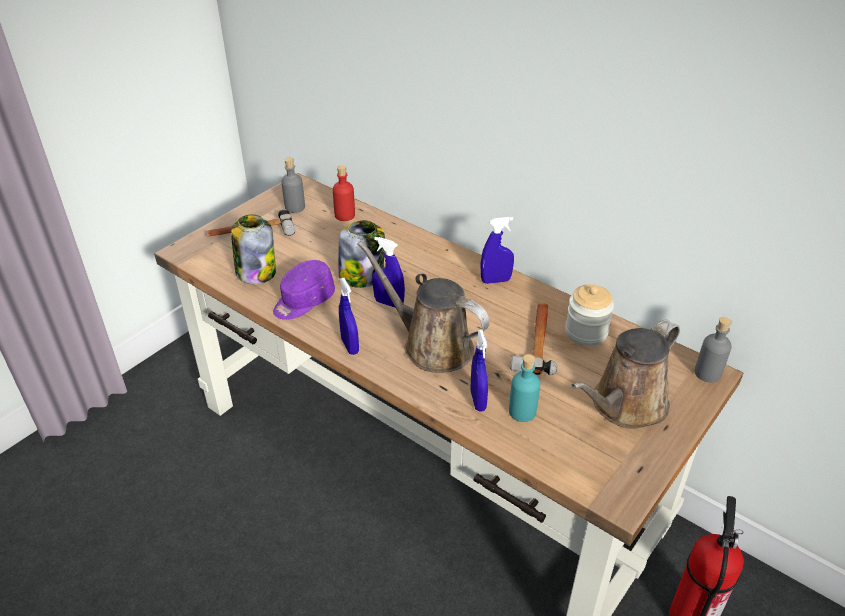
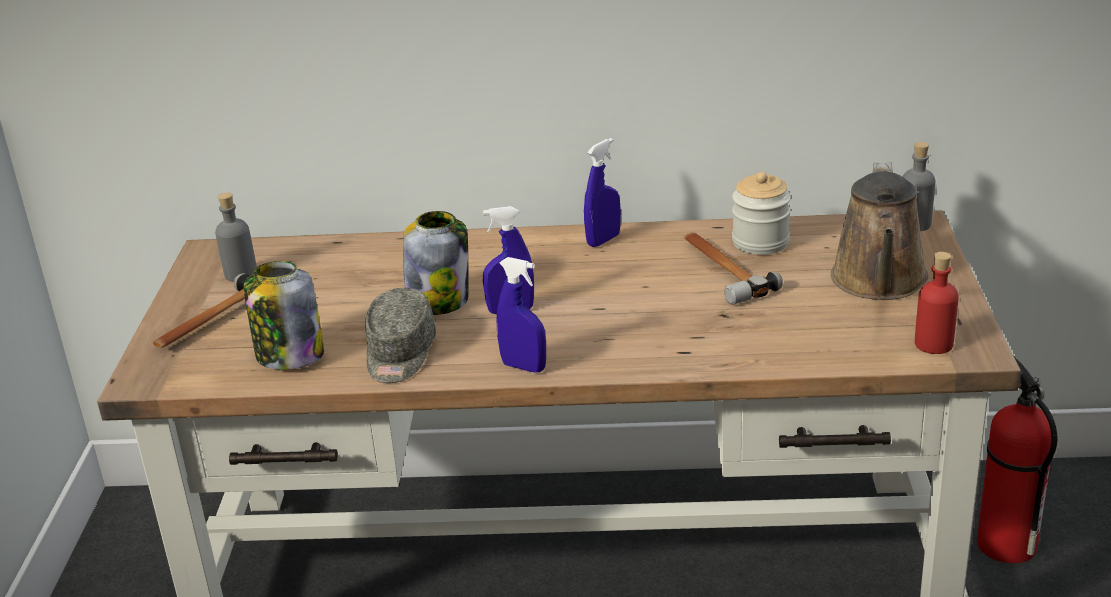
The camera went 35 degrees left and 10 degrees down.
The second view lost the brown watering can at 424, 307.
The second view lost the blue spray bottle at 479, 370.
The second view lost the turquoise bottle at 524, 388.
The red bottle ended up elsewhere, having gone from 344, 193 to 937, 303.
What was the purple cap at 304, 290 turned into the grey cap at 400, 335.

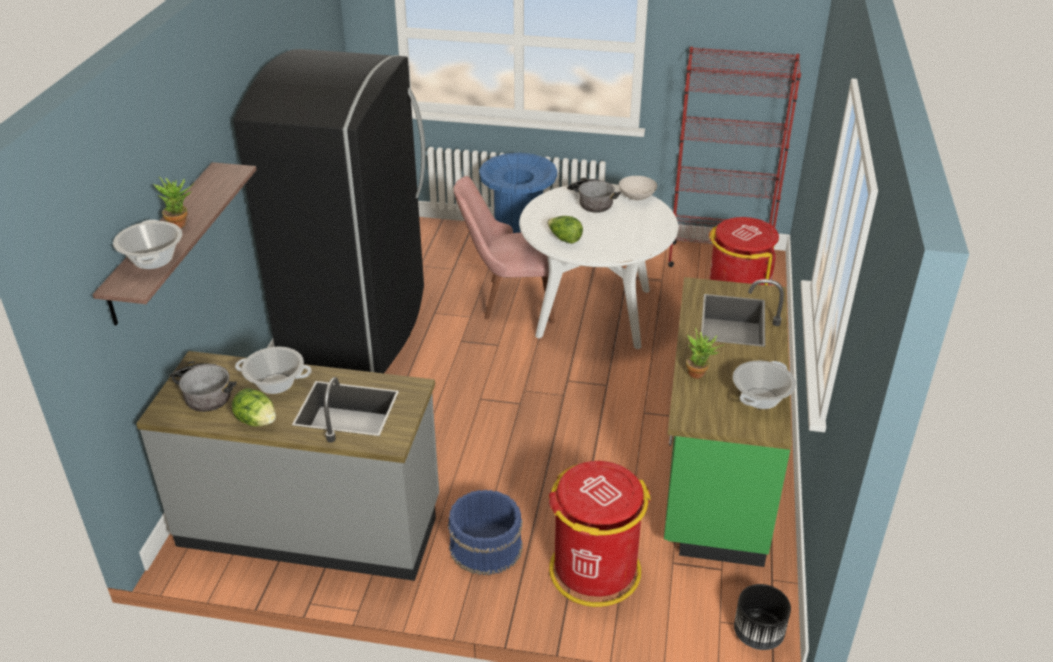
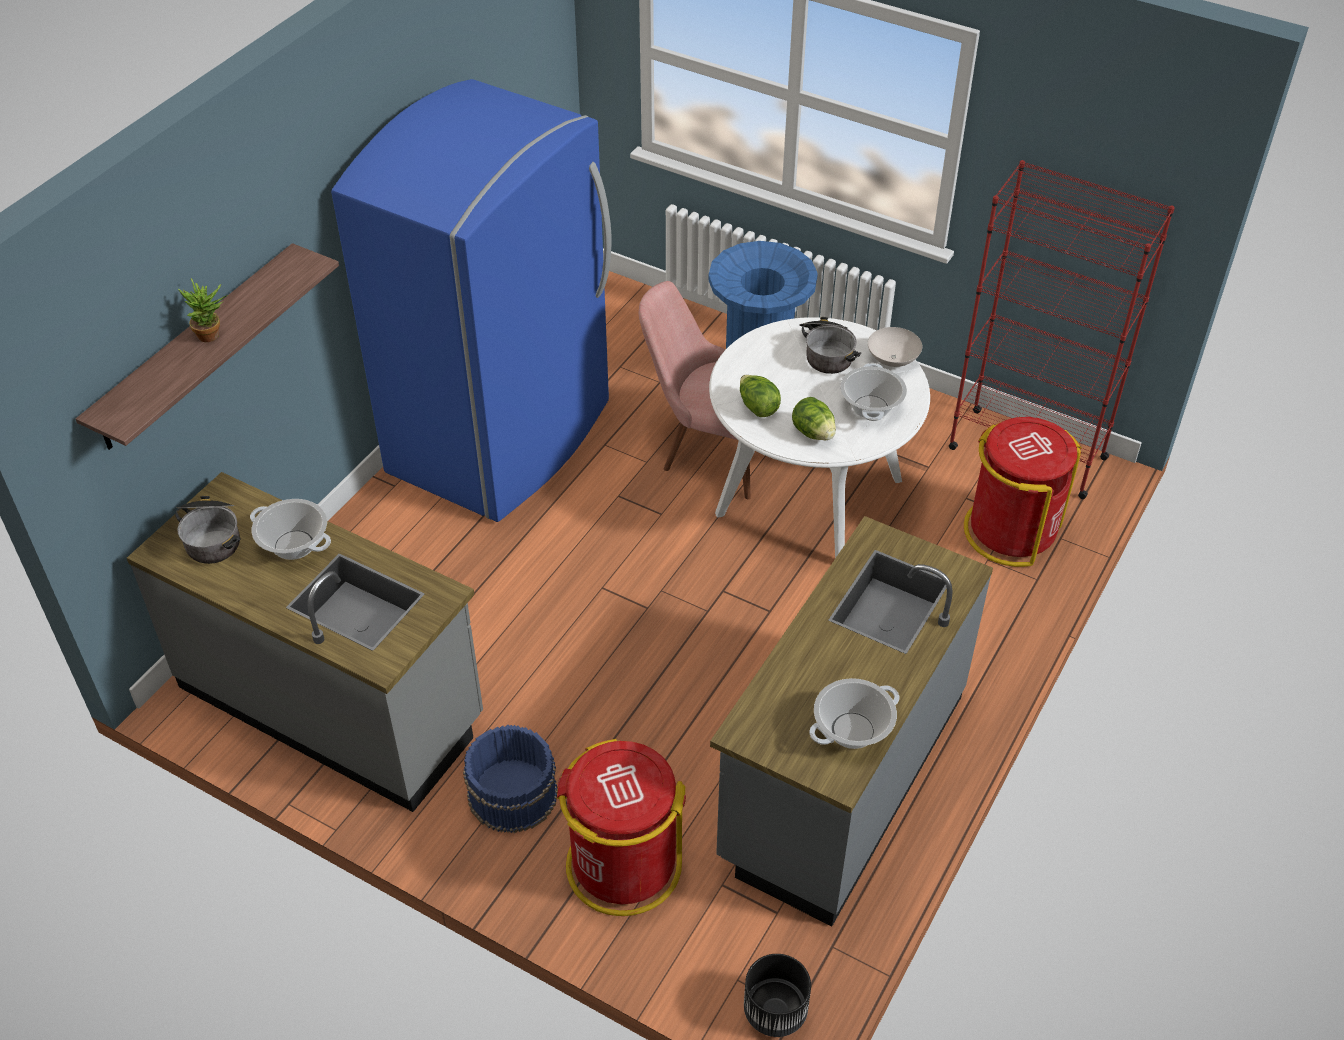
The camera went 20 degrees right and 10 degrees up.
The second view lost the potted plant at 704, 353.
The cooking pot ended up elsewhere, having gone from 147, 244 to 873, 392.
The lettuce ended up elsewhere, having gone from 254, 407 to 814, 418.
What was the black fridge at 330, 211 turned into the blue fridge at 471, 300.
What was the green counter at 728, 422 turned into the grey counter at 851, 721.

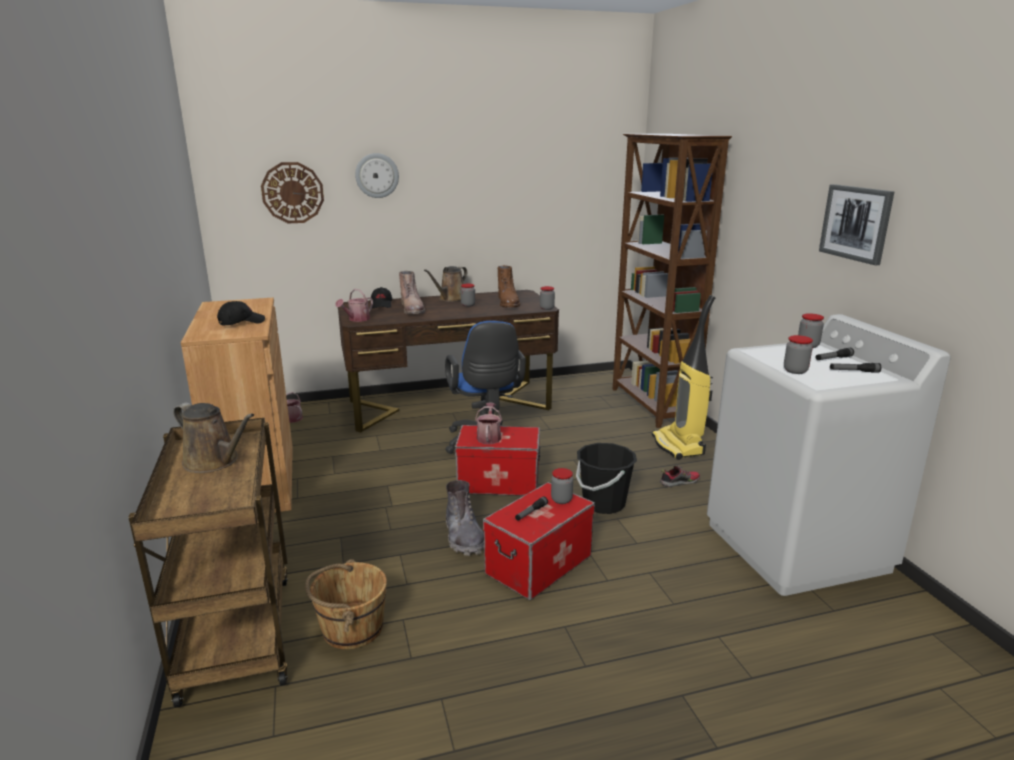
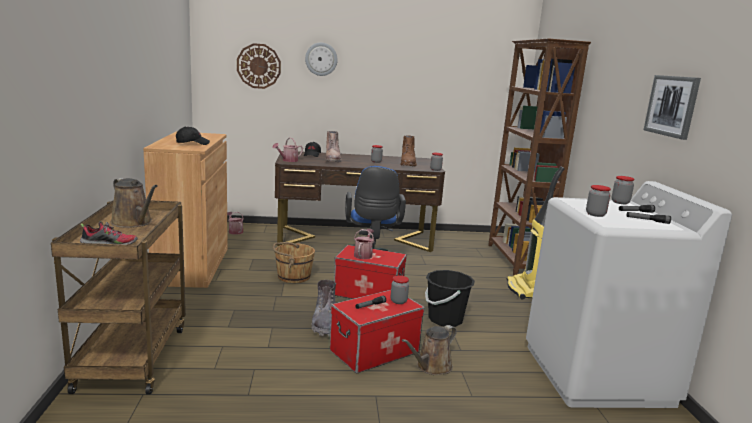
The camera went 10 degrees right and 5 degrees down.
The brown bucket ended up elsewhere, having gone from 346, 604 to 294, 262.
The brown watering can ended up elsewhere, having gone from 446, 284 to 429, 350.
The shoe ended up elsewhere, having gone from 680, 476 to 109, 233.

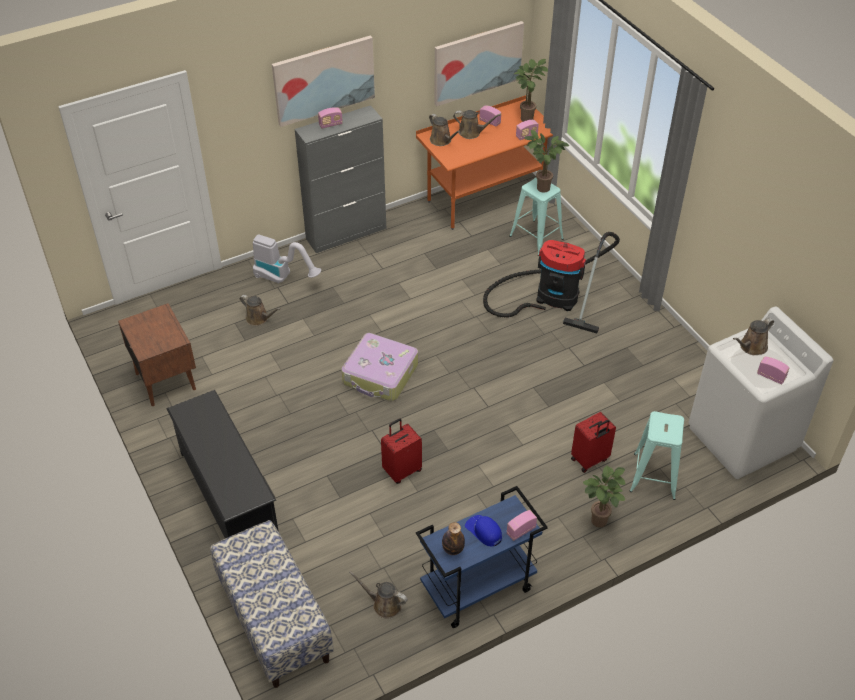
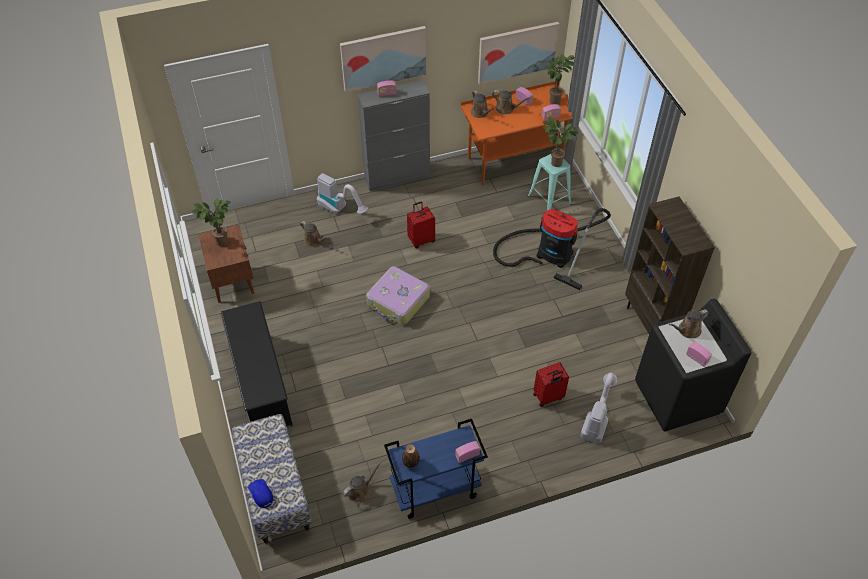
The camera went 10 degrees right and 5 degrees up.
The second view gained the brown bookcase at 670, 265.
The red suitcase ended up elsewhere, having gone from 401, 451 to 421, 224.
The blue cap ended up elsewhere, having gone from 483, 530 to 260, 493.
The potted plant ended up elsewhere, having gone from 604, 497 to 211, 222.
Where the turquoise stool stood at 657, 455, the vacuum cleaner came to stand at 598, 408.
What was the white washing machine at 761, 392 turned into the black washing machine at 693, 365.
The brown watering can at 378, 594 ended up facing another way, 105 degrees clockwise from before.

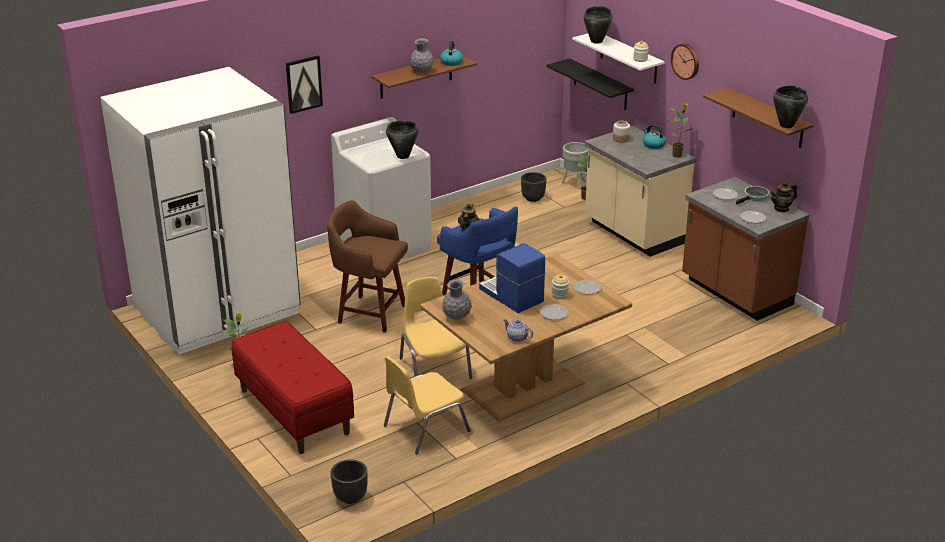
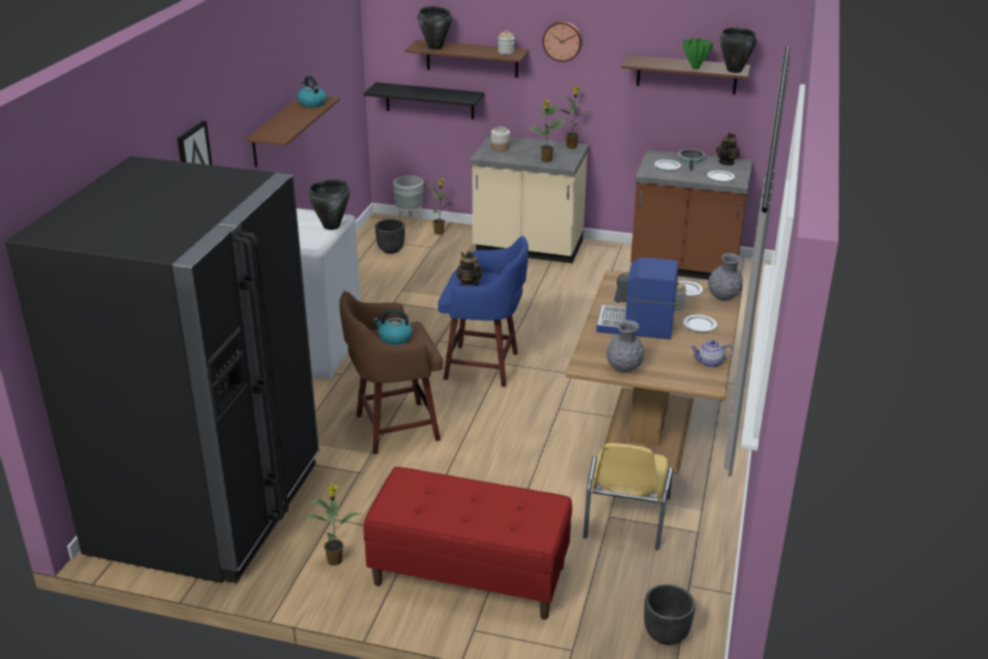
The camera went 40 degrees left and 0 degrees up.
The second view lost the yellow chair at 436, 328.
The second view gained the potted plant at 546, 131.
The second view gained the green vase at 698, 54.
The grey vase ended up elsewhere, having gone from 422, 55 to 725, 276.
The kettle ended up elsewhere, having gone from 654, 136 to 393, 327.
What was the white fridge at 200, 210 turned into the black fridge at 162, 369.
What was the white shelf at 618, 58 turned into the brown shelf at 467, 59.

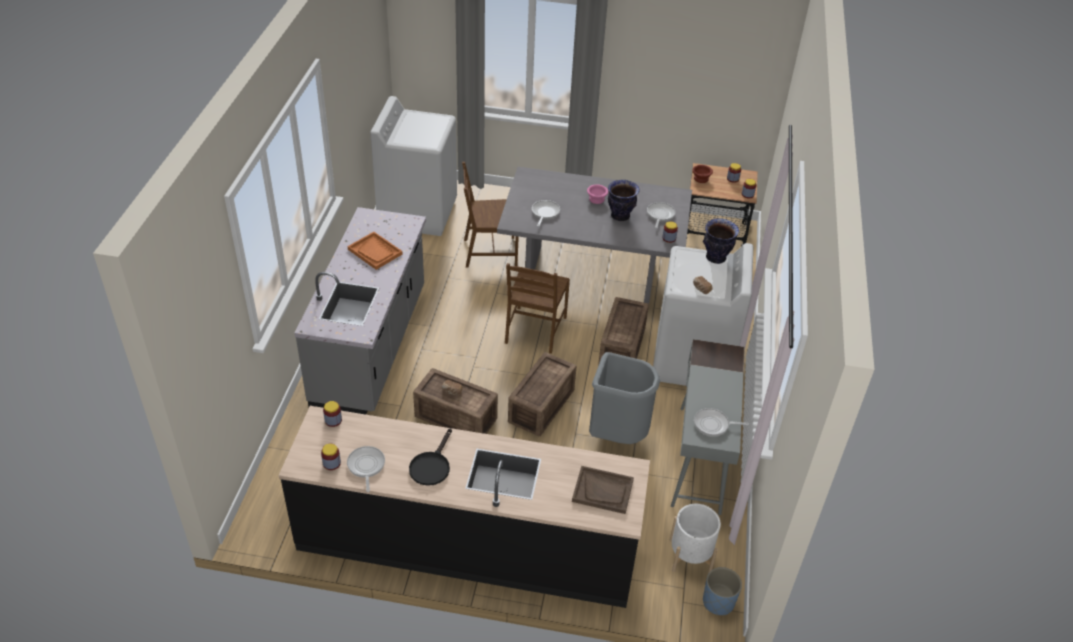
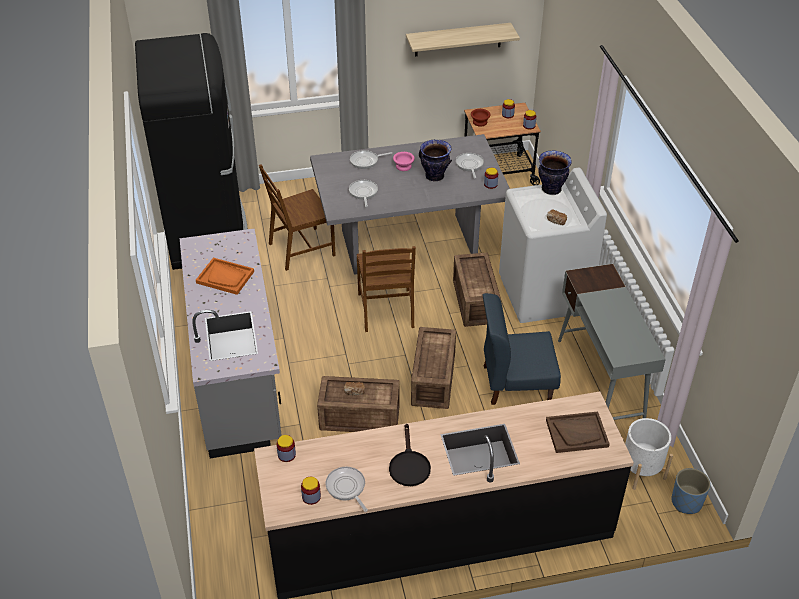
The camera went 20 degrees left and 0 degrees up.
The second view gained the shelf at 463, 39.
The frying pan ended up elsewhere, having gone from 721, 422 to 371, 159.
Where the white washing machine stood at 413, 166, the black fridge came to stand at 191, 151.
Where the grey trash can stood at 624, 398, the blue chair came to stand at 521, 349.

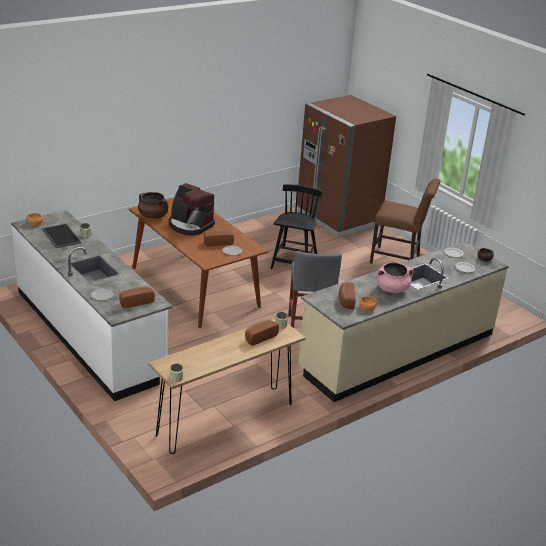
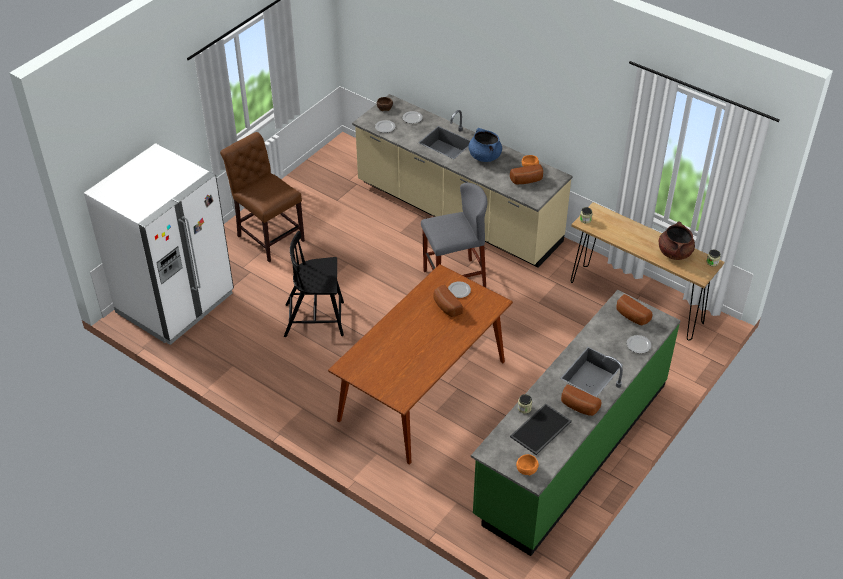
The camera went 105 degrees left and 15 degrees up.
The second view lost the coffee machine at 192, 209.
The brown cooking pot ended up elsewhere, having gone from 153, 205 to 677, 240.
The bread ended up elsewhere, having gone from 262, 333 to 581, 400.
What was the white counter at 92, 305 turned into the green counter at 576, 423.
What was the brown fridge at 346, 166 turned into the white fridge at 159, 244.
What was the pink cooking pot at 395, 277 turned into the blue cooking pot at 485, 145.
The brown chair at 405, 221 ended up facing another way, 45 degrees counterclockwise from before.

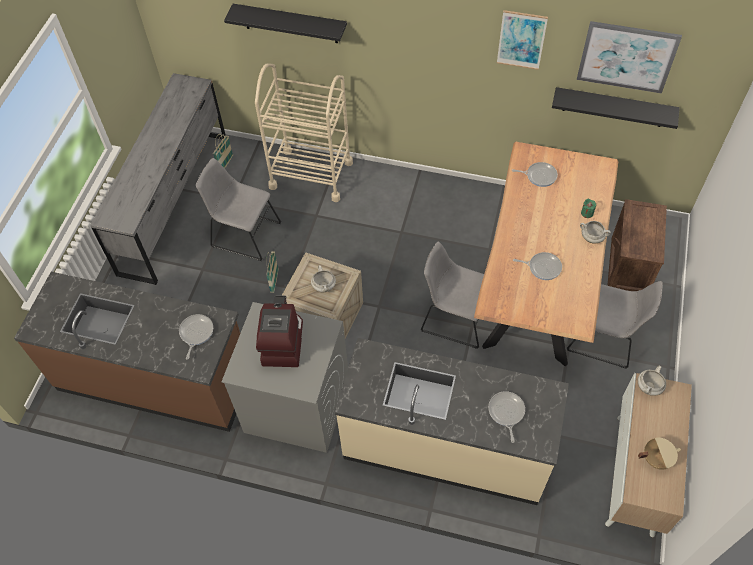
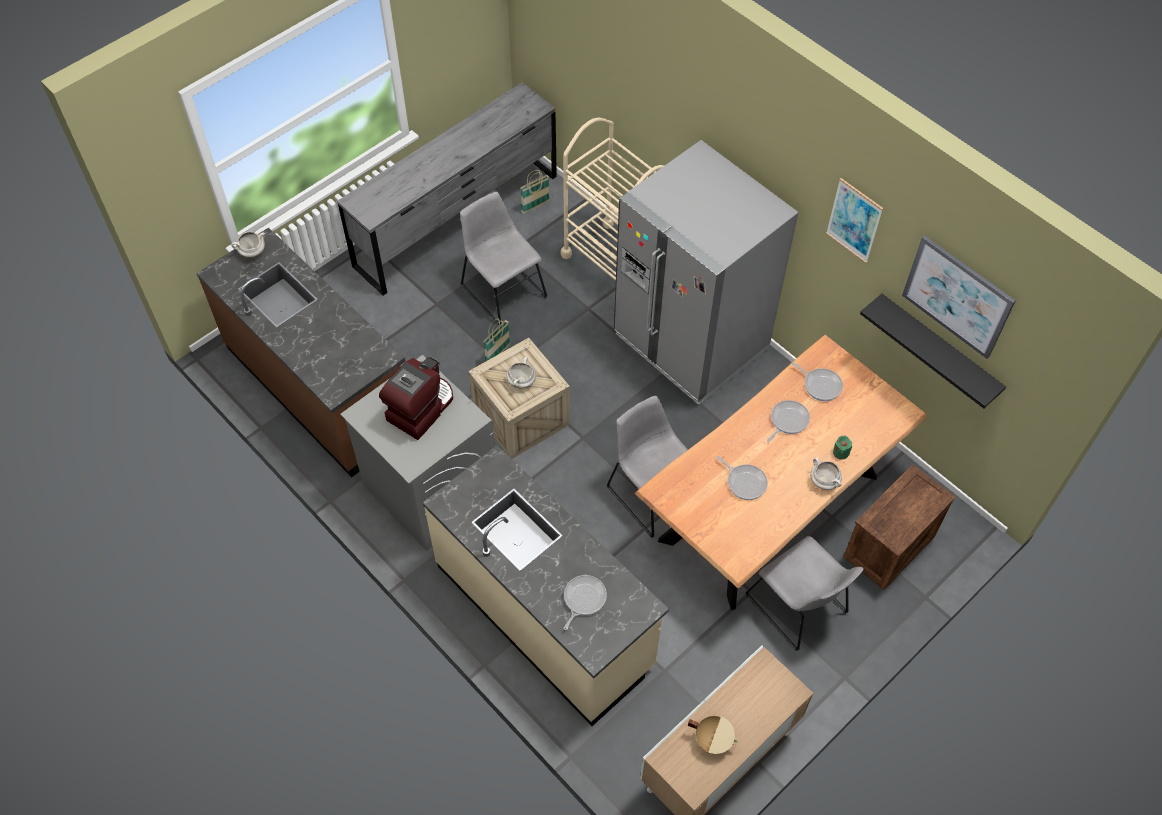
The camera went 30 degrees right and 0 degrees up.
The second view lost the black shelf at 285, 23.
The second view gained the grey fridge at 706, 272.
The frying pan ended up elsewhere, having gone from 196, 337 to 788, 421.
The white cooking pot ended up elsewhere, having gone from 652, 381 to 248, 245.

